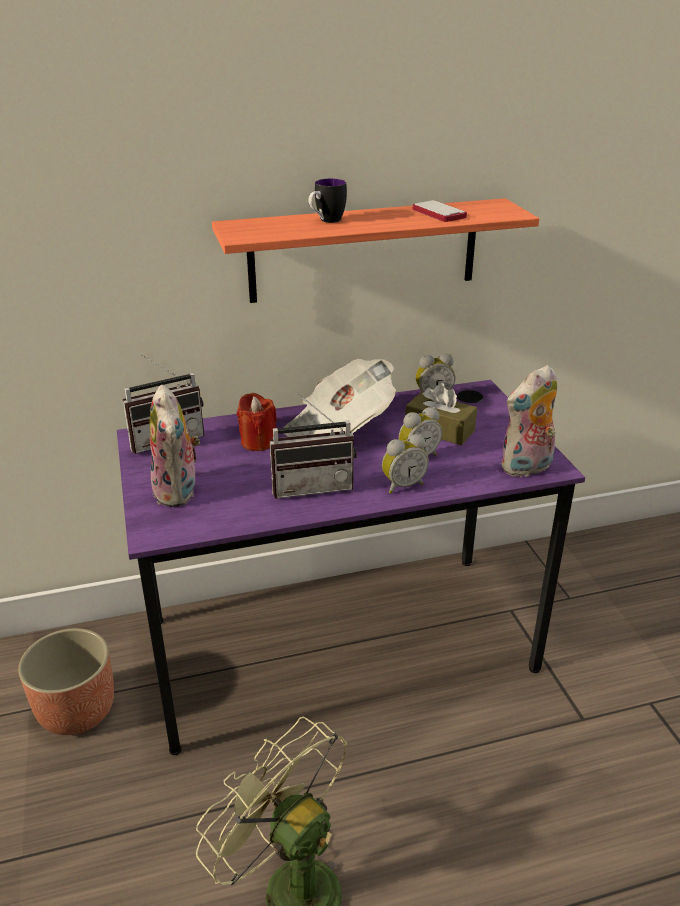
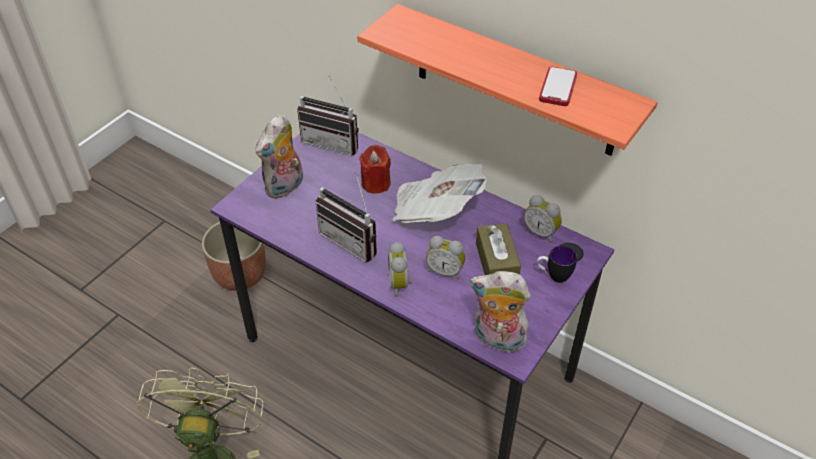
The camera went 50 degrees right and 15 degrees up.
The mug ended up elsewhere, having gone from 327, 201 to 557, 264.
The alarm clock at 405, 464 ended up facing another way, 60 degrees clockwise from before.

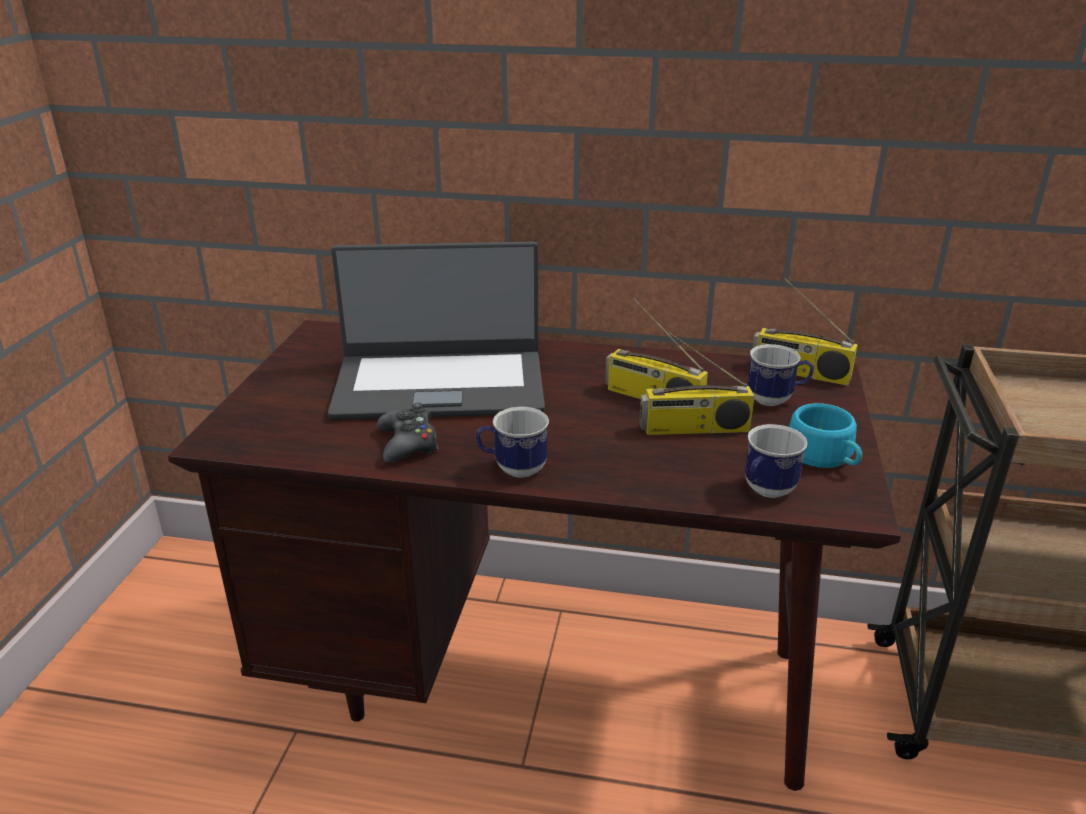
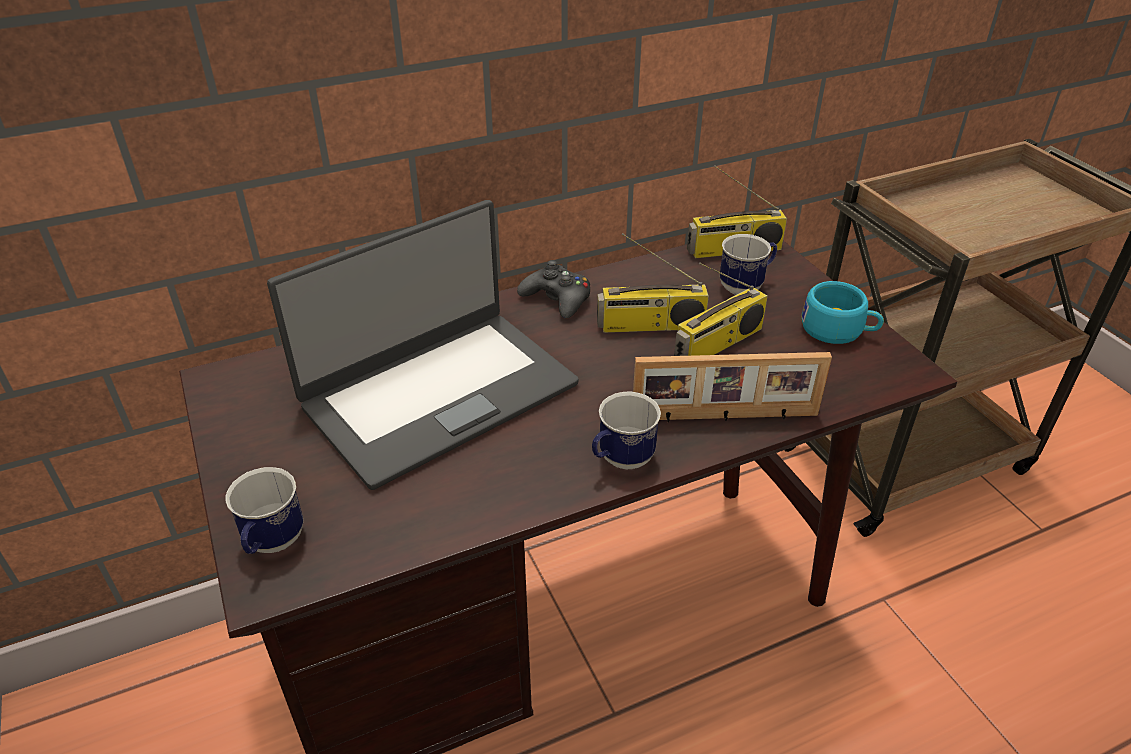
The camera went 35 degrees left and 10 degrees up.
The second view gained the picture frame at 732, 387.
The black game controller ended up elsewhere, having gone from 408, 433 to 553, 289.
The mug ended up elsewhere, having gone from 776, 461 to 264, 510.

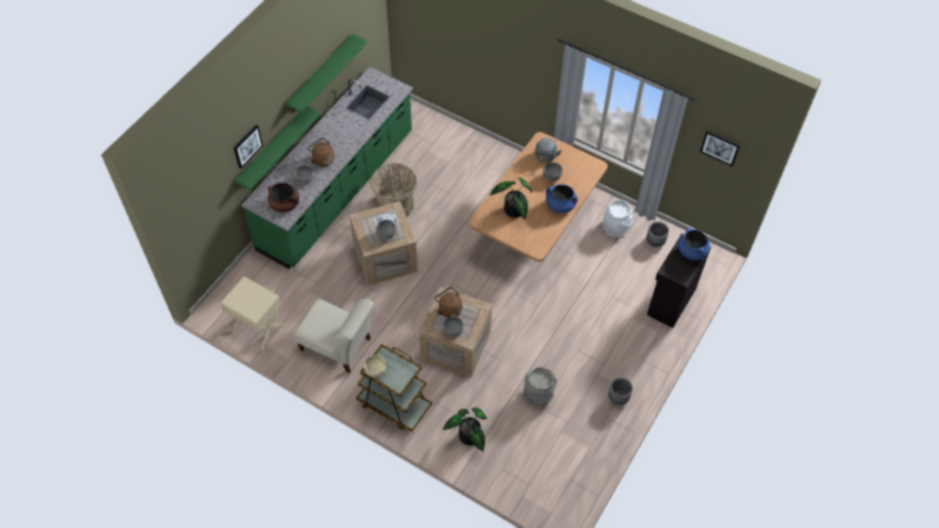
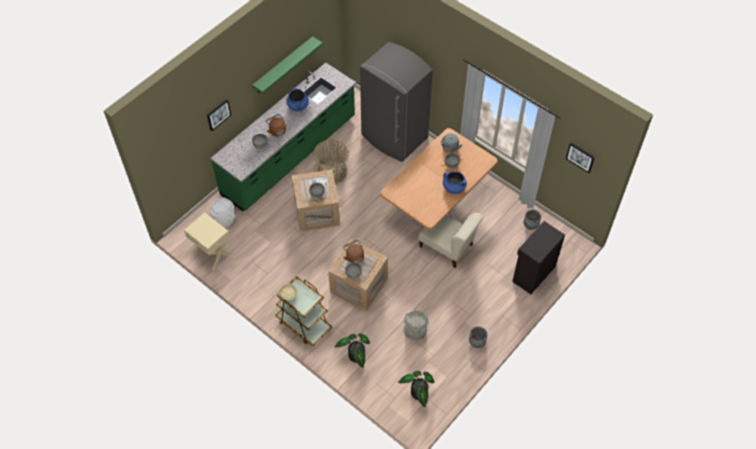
The camera went 10 degrees right and 0 degrees up.
The second view lost the green shelf at 278, 148.
The second view lost the brown cooking pot at 283, 197.
The second view gained the grey fridge at 396, 102.
The beige chair ended up elsewhere, having gone from 334, 336 to 451, 240.
The potted plant ended up elsewhere, having gone from 511, 198 to 416, 389.
The white bucket ended up elsewhere, having gone from 617, 218 to 223, 212.
The blue cooking pot ended up elsewhere, having gone from 694, 244 to 297, 99.

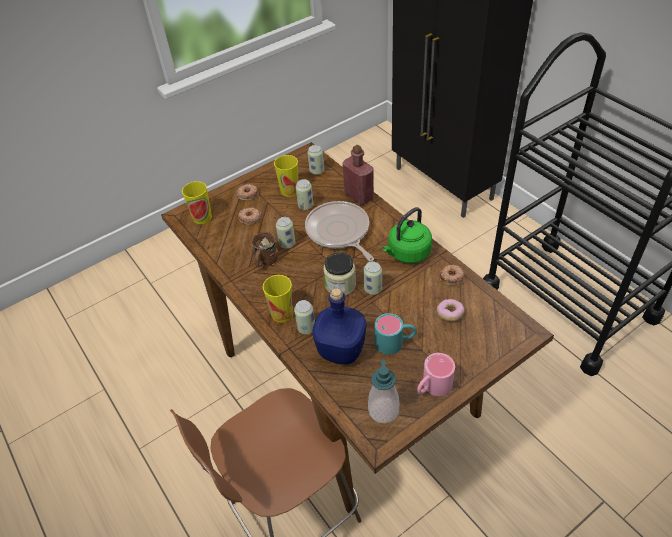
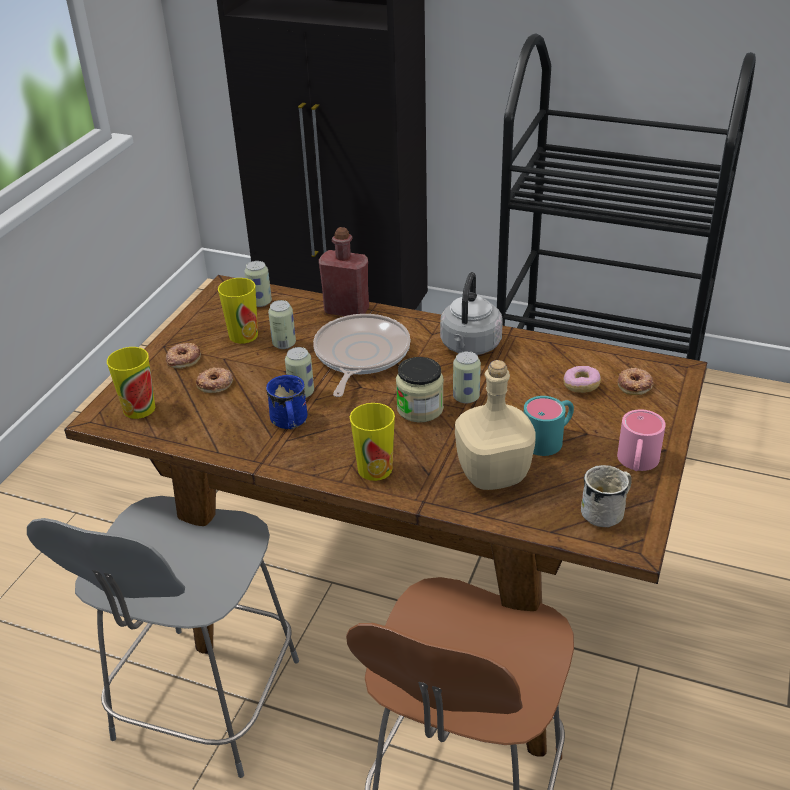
The camera went 35 degrees left and 10 degrees down.
The second view lost the can at 304, 317.
The second view gained the grey chair at 163, 637.
The donut ended up elsewhere, having gone from 452, 275 to 636, 381.
Where the soap dispenser stood at 383, 391, the white mug came to stand at 606, 496.
What was the brown mug at 264, 249 turned into the blue mug at 286, 402.
What was the blue bottle at 339, 326 turned into the beige bottle at 495, 425.
What was the green kettle at 407, 235 turned into the grey kettle at 471, 313.
The frying pan at 339, 231 ended up facing another way, 75 degrees clockwise from before.

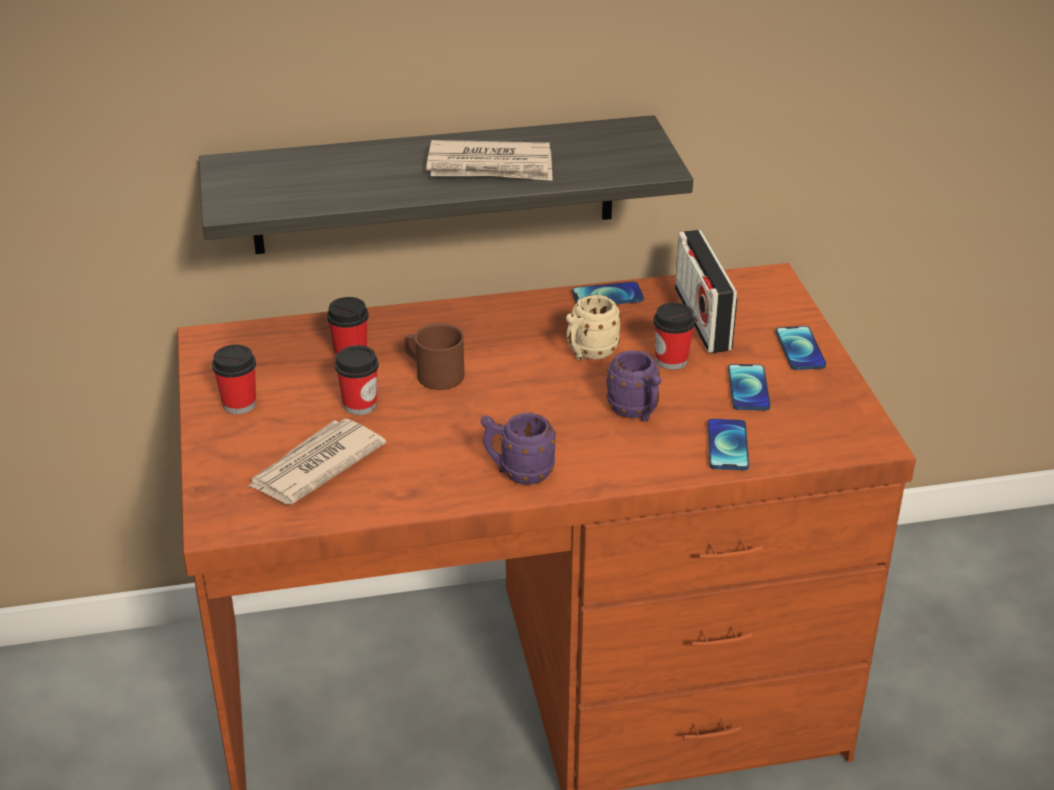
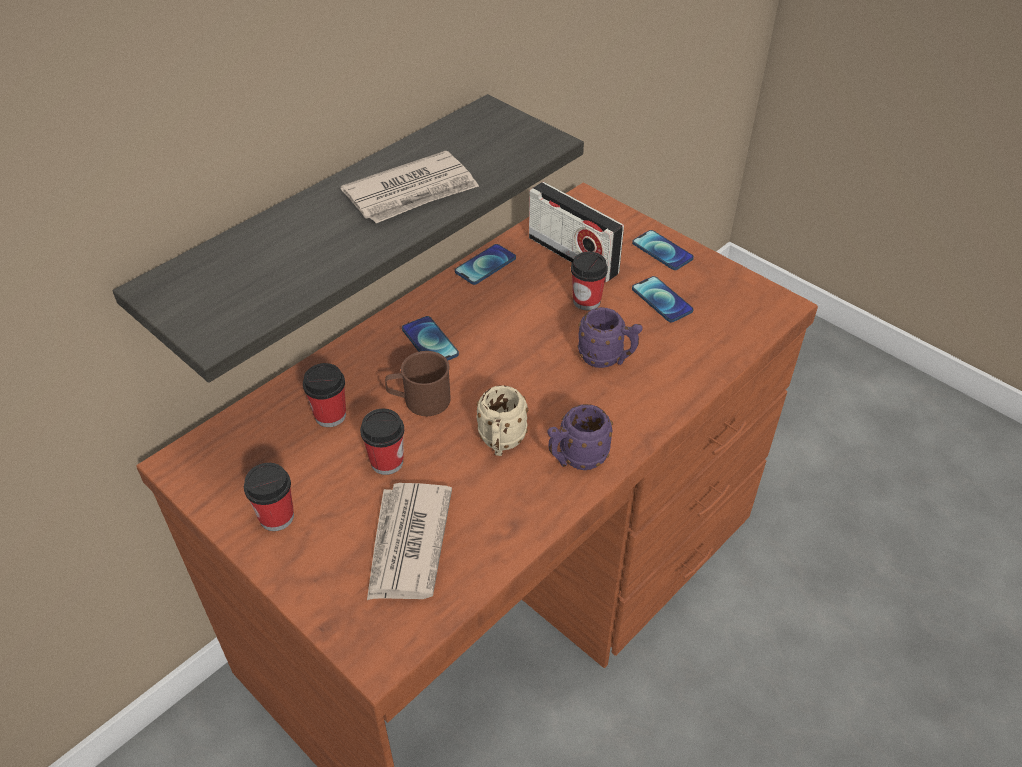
The camera went 35 degrees left and 10 degrees up.
The beige mug ended up elsewhere, having gone from 593, 328 to 502, 420.
The phone ended up elsewhere, having gone from 728, 444 to 430, 338.

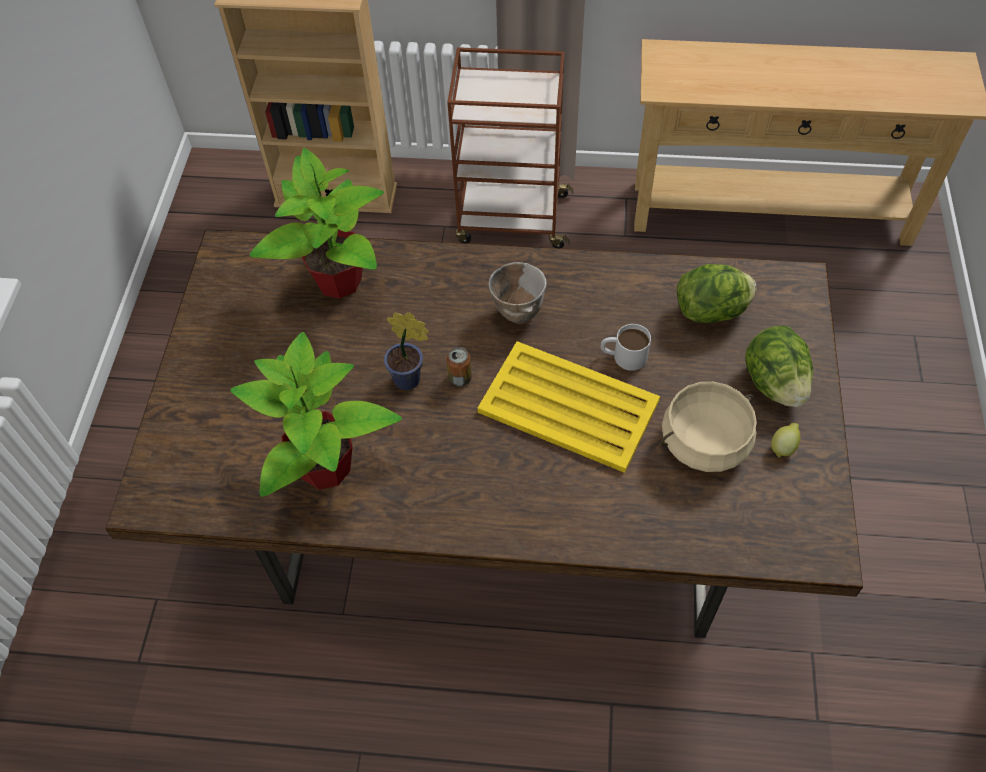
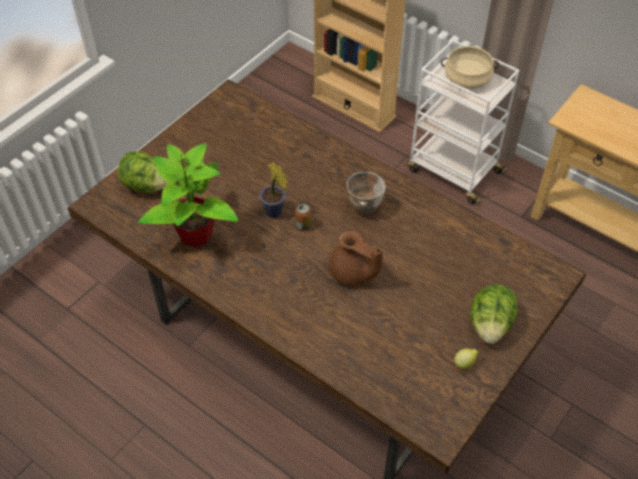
The camera went 30 degrees right and 5 degrees down.
The second view lost the potted plant at 317, 223.
The second view lost the white mug at 626, 347.
The beige cooking pot ended up elsewhere, having gone from 708, 427 to 470, 67.
The lettuce ended up elsewhere, having gone from 716, 293 to 143, 172.
Where the yellow tray stood at 568, 407, the brown teapot came to stand at 356, 258.
What was the brown cart at 510, 147 turned into the white cart at 464, 121.

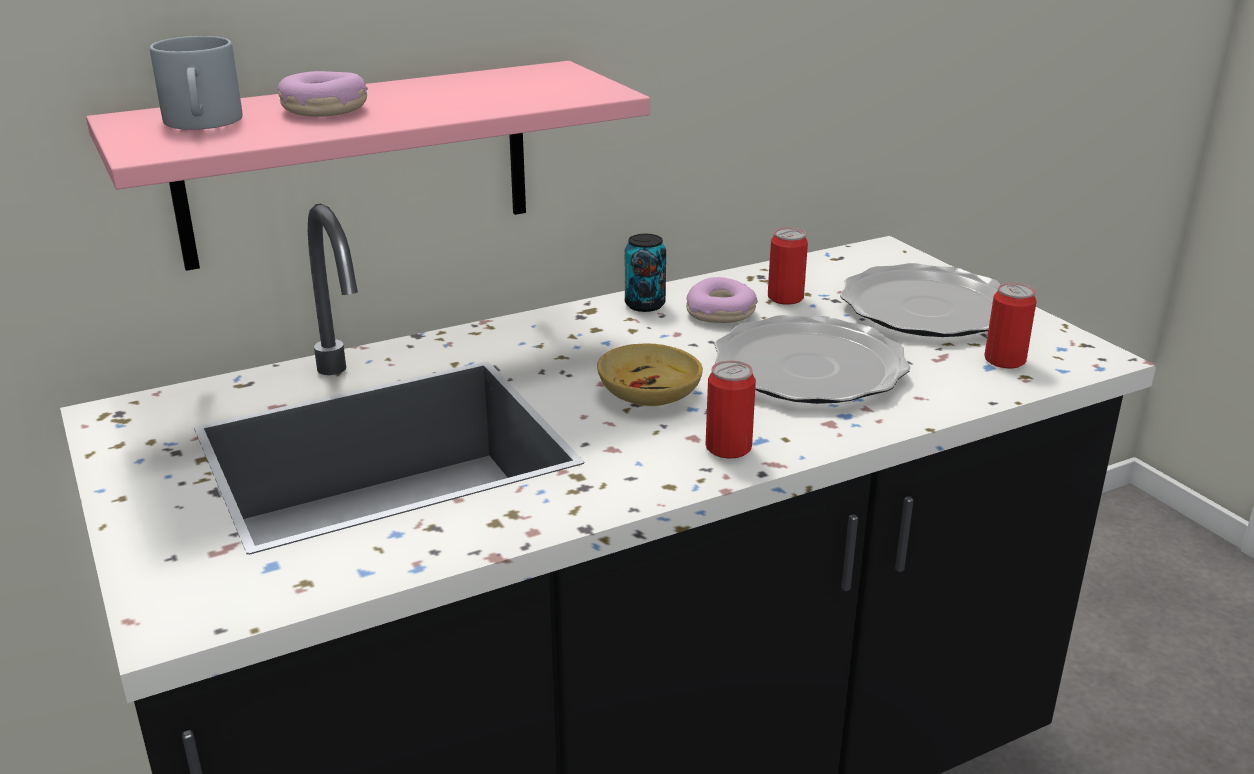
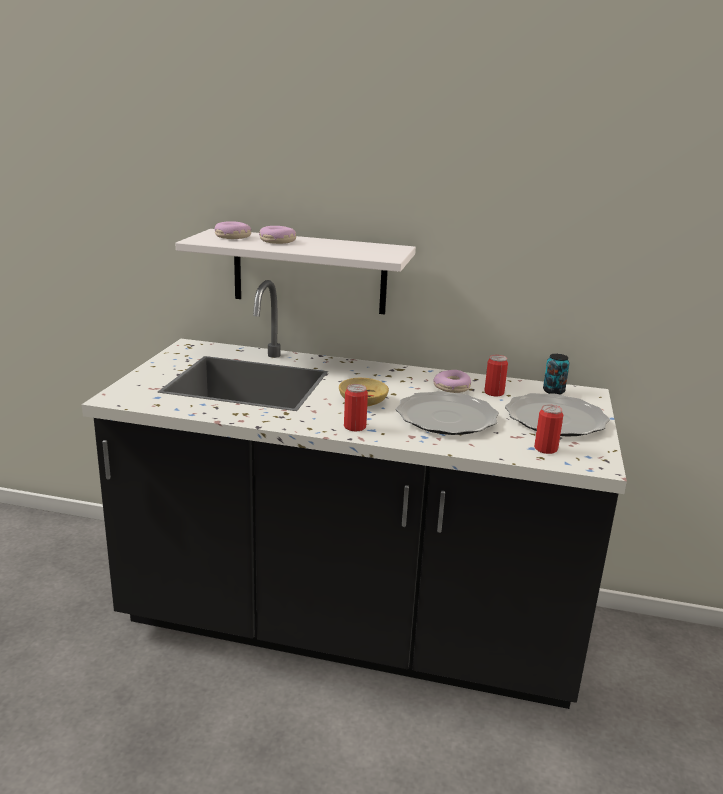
The camera went 40 degrees right and 5 degrees down.
The can ended up elsewhere, having gone from 645, 273 to 556, 374.
Where the grey mug stood at 196, 83, the donut came to stand at 233, 230.
What was the pink shelf at 368, 166 turned into the white shelf at 295, 272.

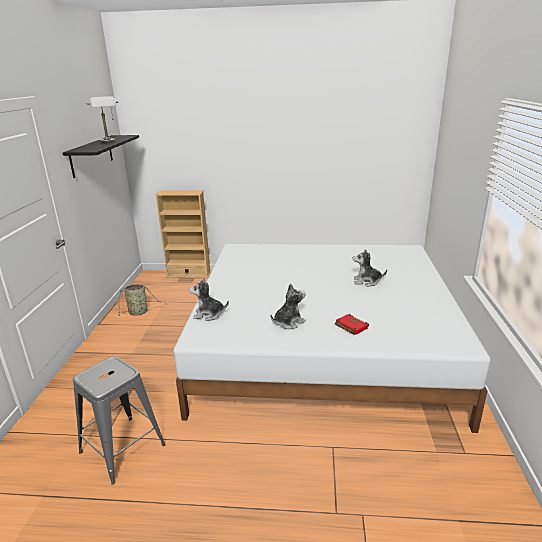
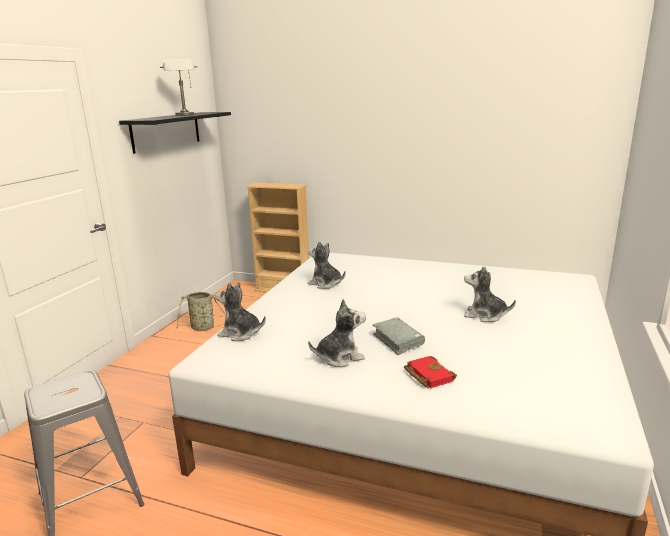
The camera went 15 degrees right and 5 degrees down.
The second view gained the plush toy at 327, 265.
The second view gained the grey book at 399, 336.

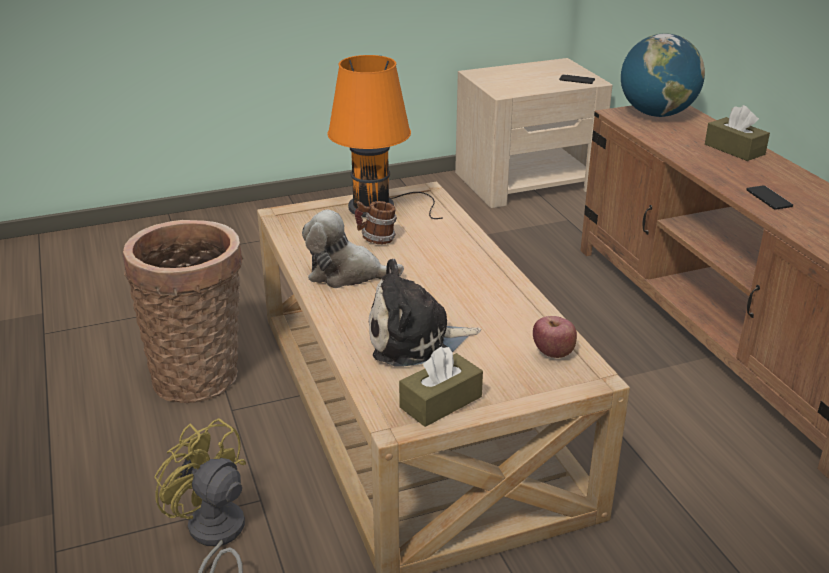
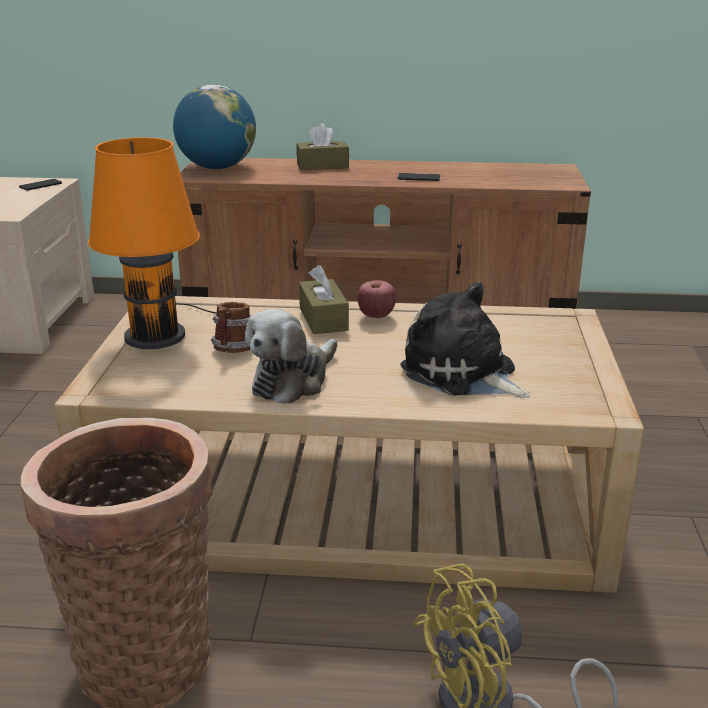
The camera went 65 degrees left and 5 degrees down.
The brown tissue box ended up elsewhere, having gone from 441, 386 to 324, 299.
The apple ended up elsewhere, having gone from 555, 337 to 376, 299.
The plush toy at 425, 313 ended up facing another way, 120 degrees clockwise from before.

